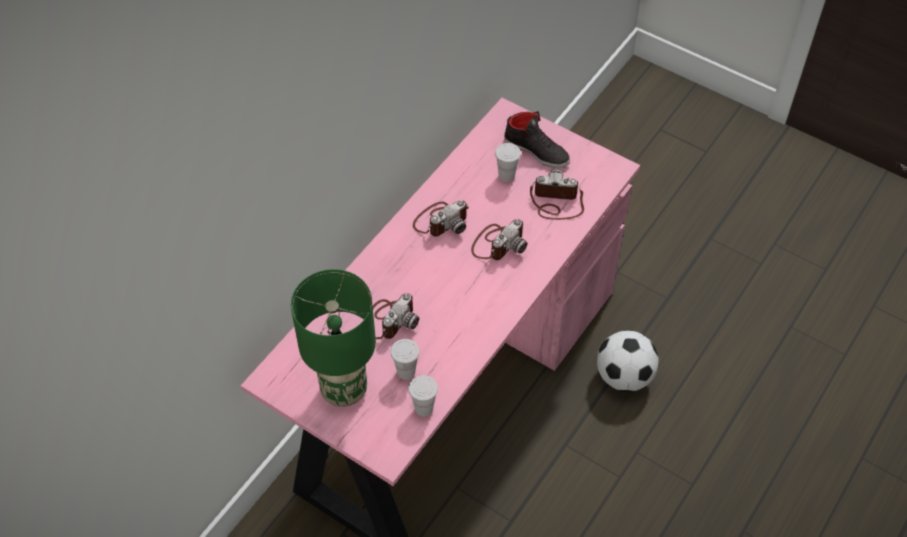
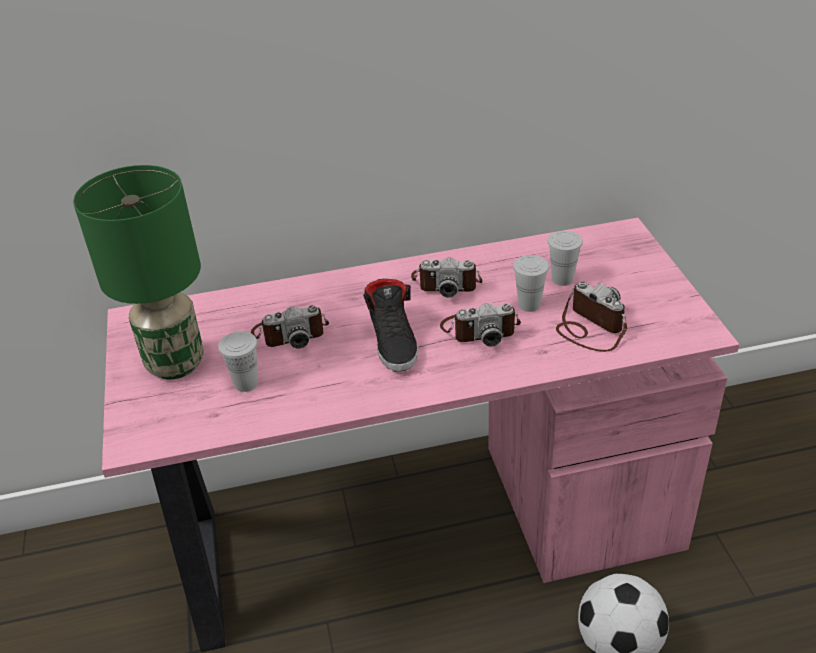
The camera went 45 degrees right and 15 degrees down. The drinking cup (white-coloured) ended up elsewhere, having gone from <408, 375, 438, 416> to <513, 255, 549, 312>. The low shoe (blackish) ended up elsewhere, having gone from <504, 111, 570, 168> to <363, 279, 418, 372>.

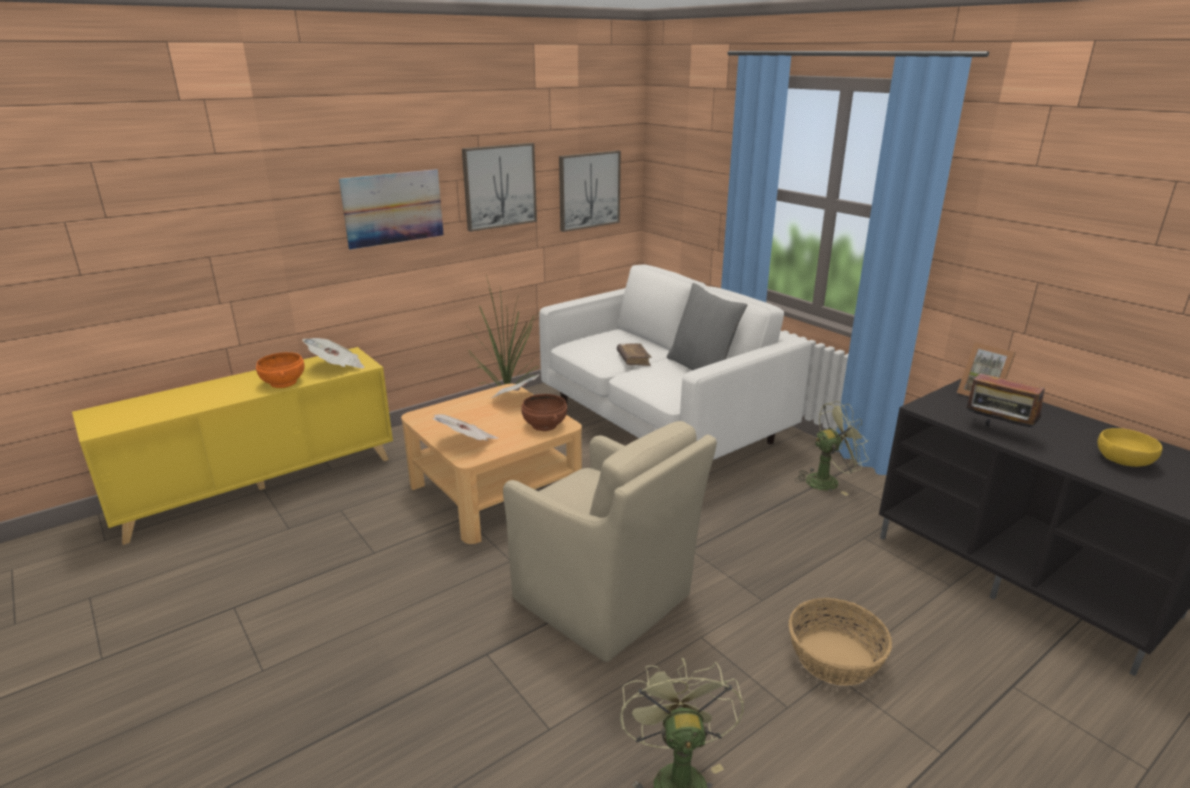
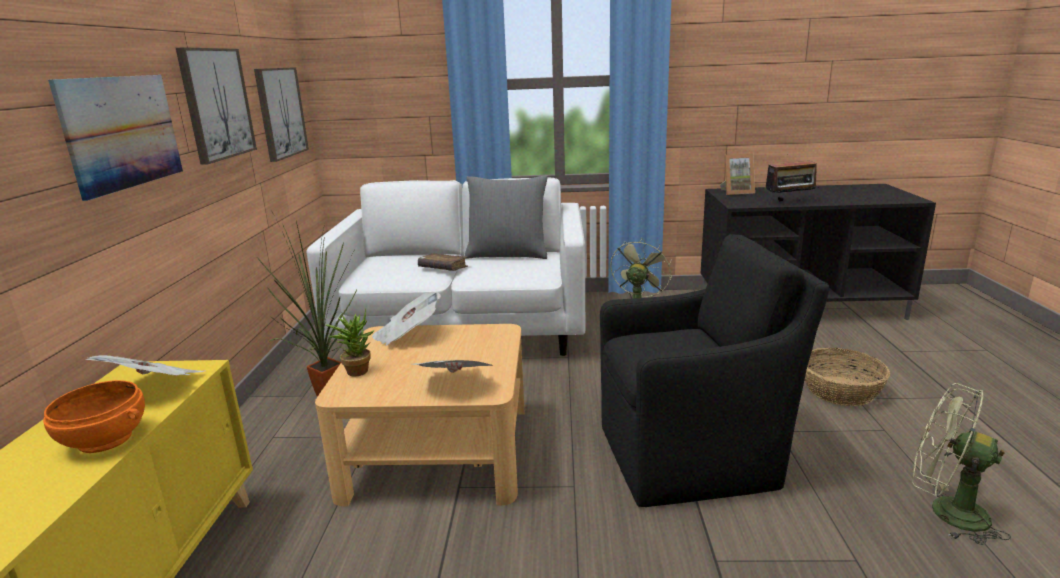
The camera went 50 degrees left and 5 degrees down. The second view lost the bowl (brown-coloured) at <521, 394, 567, 431>. The second view lost the bowl (yellow) at <1097, 428, 1162, 467>. The second view gained the houseplant at <325, 309, 375, 377>. What was the lounge chair (beige-coloured) at <503, 421, 717, 662> turned into the lounge chair (blackish) at <600, 234, 829, 507>.

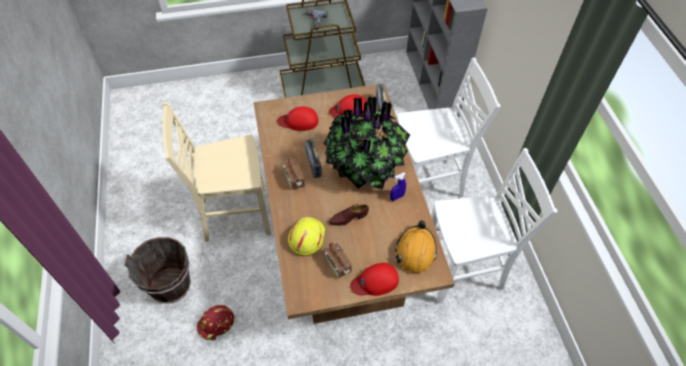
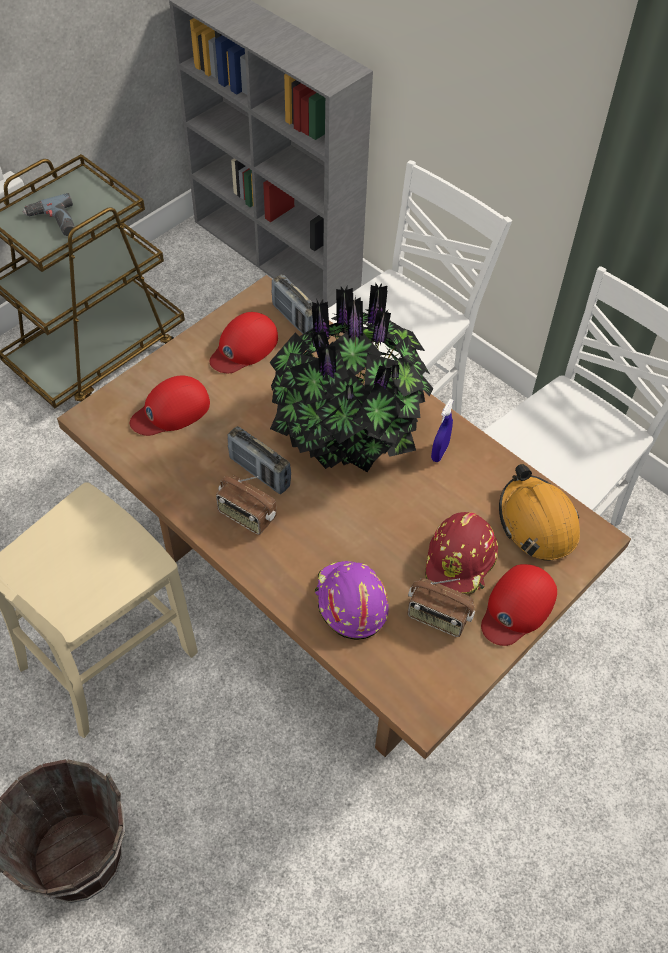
The camera went 35 degrees left and 0 degrees up. The second view lost the low shoe (brown-coloured) at <329, 204, 369, 226>. The hard hat (reddish) ended up elsewhere, having gone from <197, 305, 234, 341> to <425, 512, 498, 594>. What was the hard hat (yellow) at <288, 217, 325, 256> turned into the hard hat (purple-coloured) at <315, 561, 388, 640>.

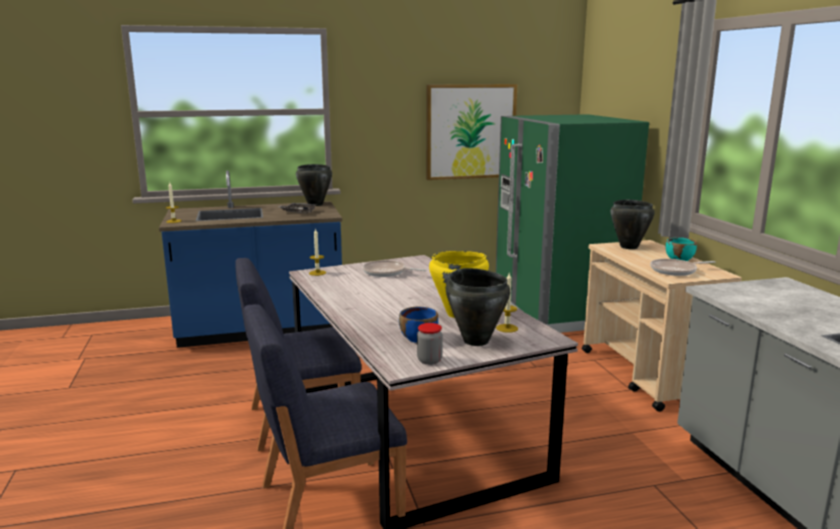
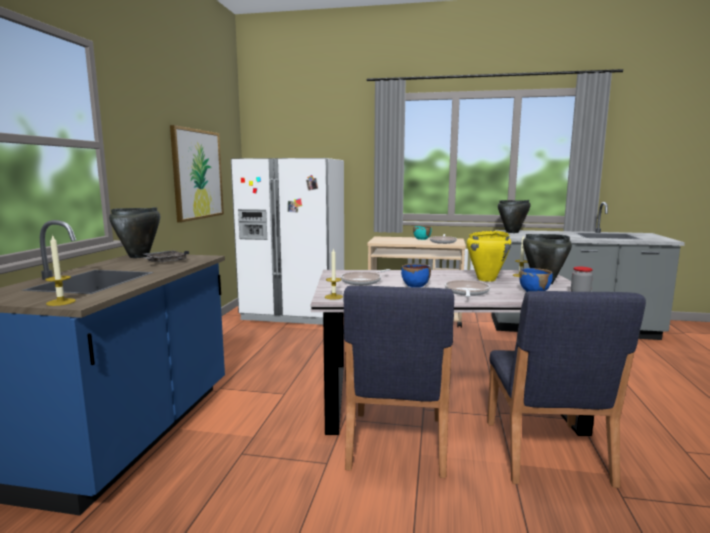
The camera went 65 degrees left and 5 degrees down. The second view gained the bowl (blue-coloured) at <401, 264, 431, 287>. The second view gained the pan at <445, 280, 490, 297>. The cooking pot (blackish) ended up elsewhere, having gone from <610, 199, 655, 249> to <498, 200, 531, 233>. What was the refrigerator (green-coloured) at <496, 114, 649, 333> turned into the refrigerator (white-coloured) at <231, 158, 344, 325>.

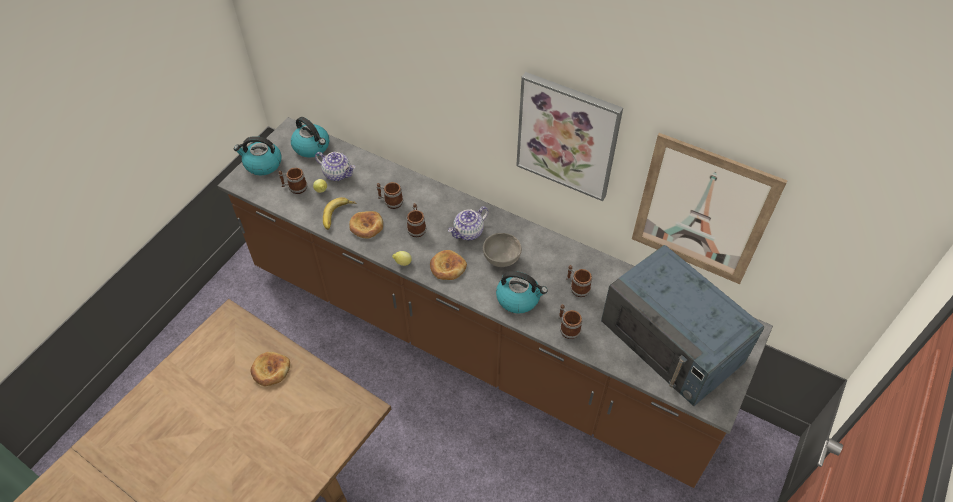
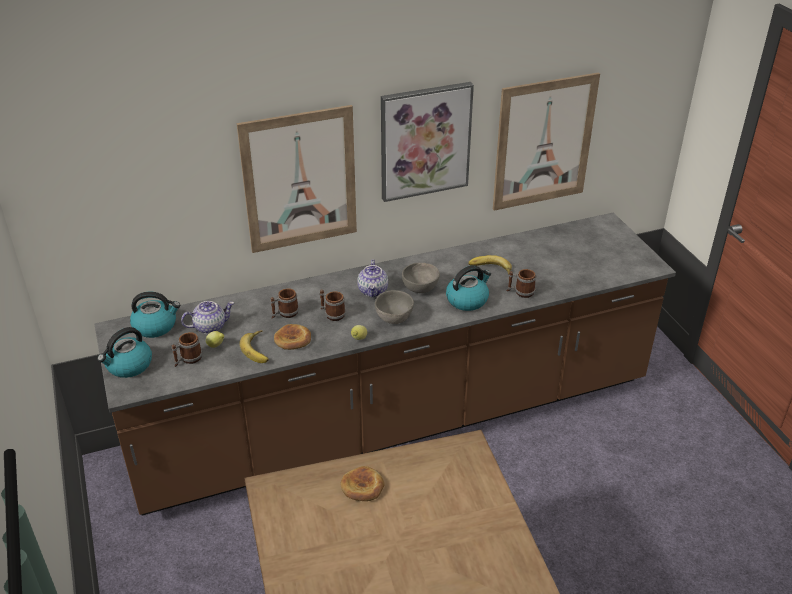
The camera went 50 degrees left and 15 degrees down. The second view lost the kitchen microwave (blue-coloured) at <601, 245, 764, 406>. The second view gained the picture at <236, 105, 357, 253>. Where the bakery bread stood at <430, 250, 467, 280>, the bowl (gray) came to stand at <375, 290, 414, 324>. Where the tea mug stood at <566, 265, 592, 297>, the banana came to stand at <468, 255, 512, 275>.

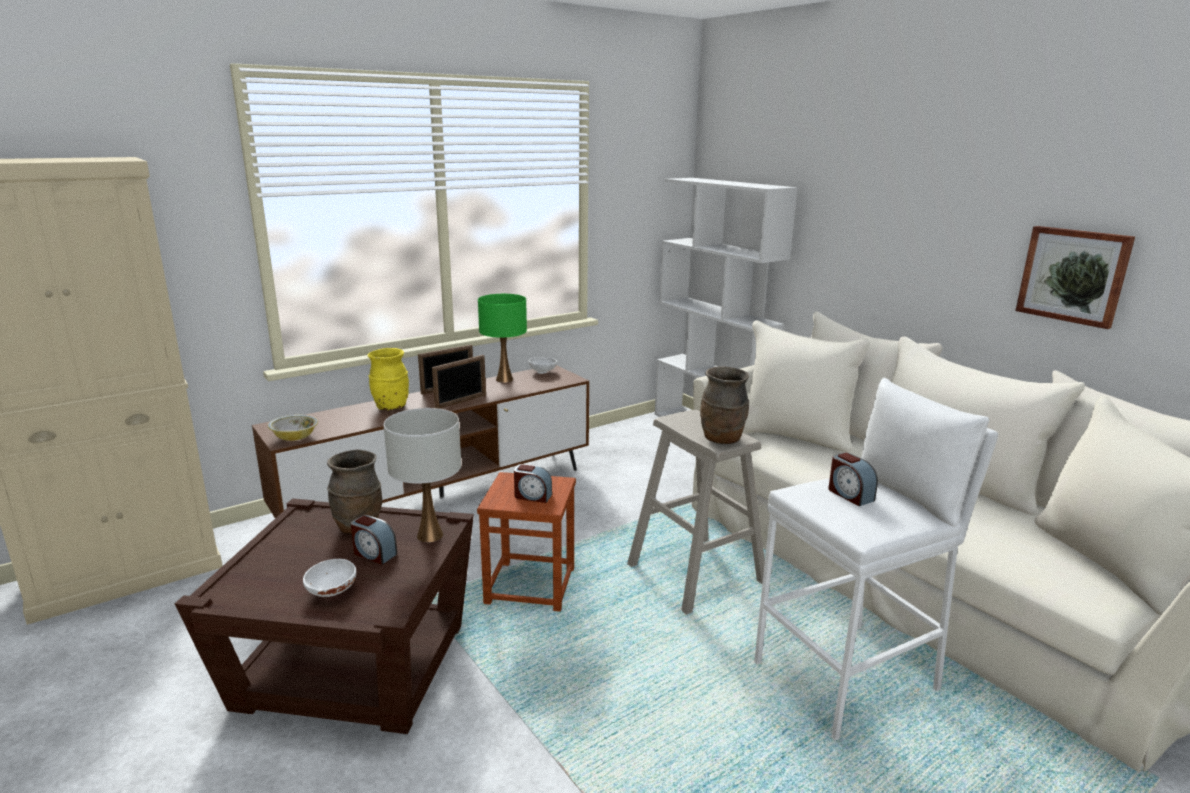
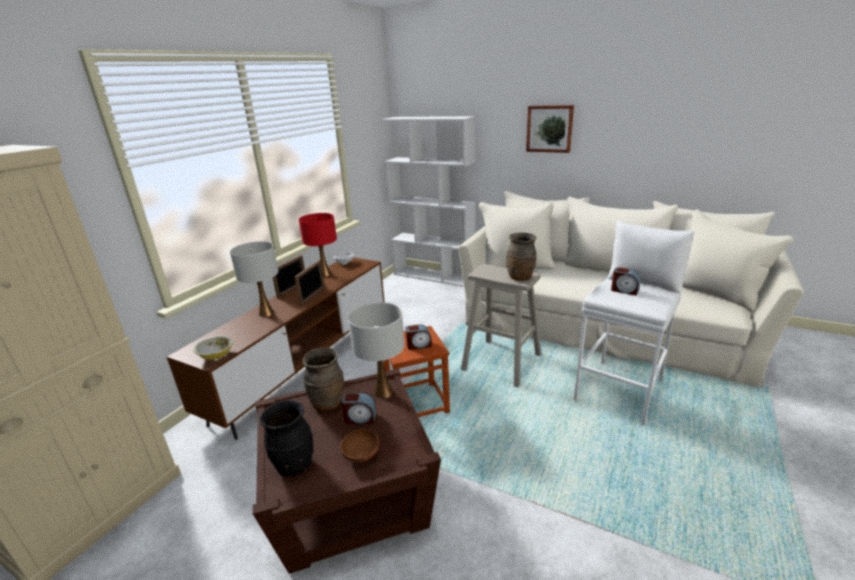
The camera went 25 degrees left and 5 degrees up. The second view gained the vase (blackish) at <259, 400, 314, 477>. The picture ended up elsewhere, having gone from <1015, 226, 1135, 329> to <526, 105, 574, 153>. Where the vase (yellow) stood at <368, 348, 409, 410>, the tabletop lamp (white-coloured) came to stand at <230, 241, 278, 317>. What was the bowl (white-coloured) at <303, 559, 356, 597> turned into the bowl (brown-coloured) at <340, 429, 379, 462>. What was the tabletop lamp (green-coloured) at <478, 294, 527, 383> turned into the tabletop lamp (reddish) at <299, 213, 337, 277>.

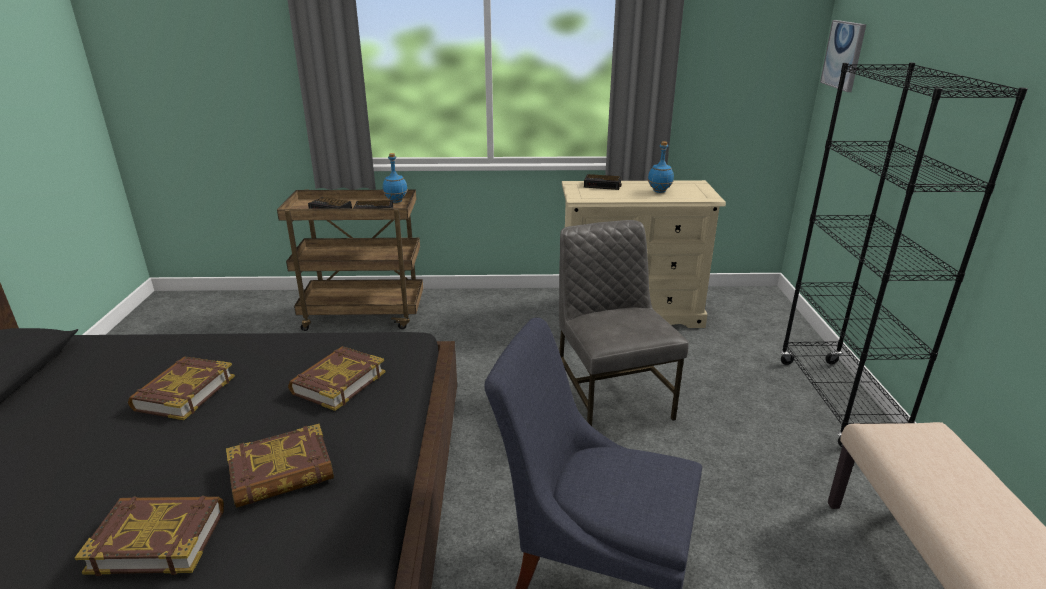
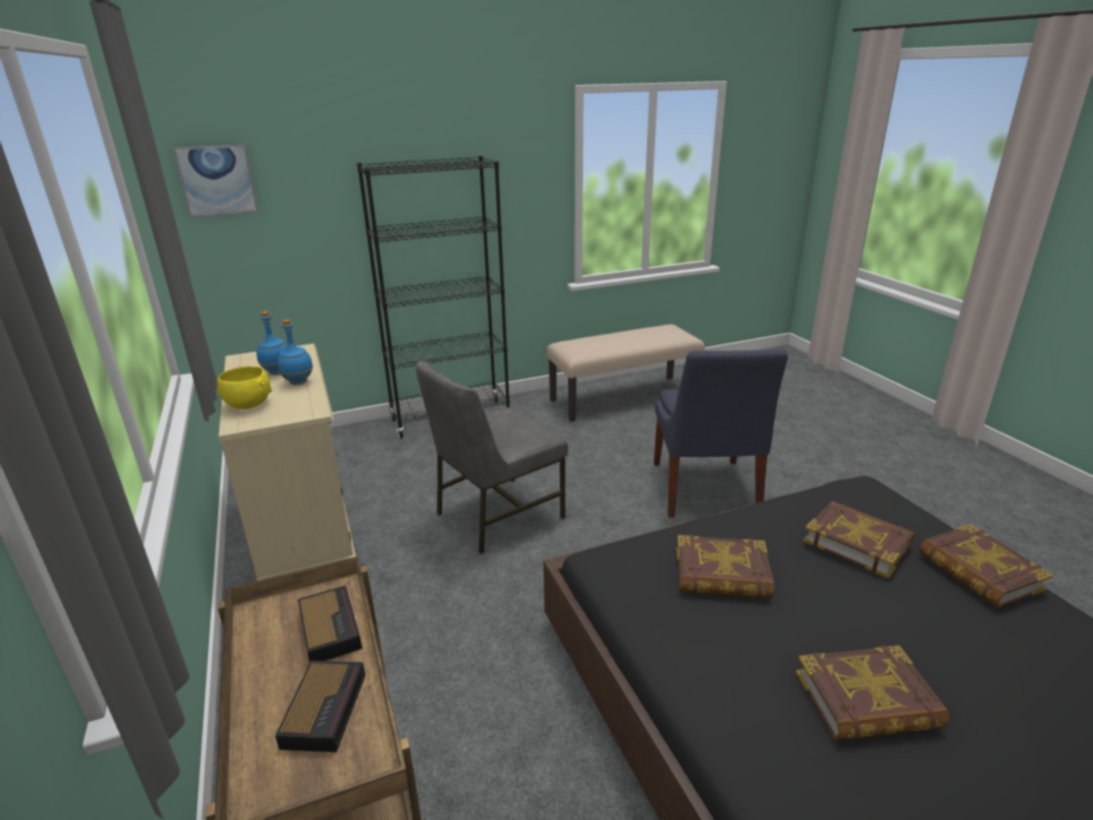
The camera went 110 degrees left and 0 degrees up. The bottle (blue-coloured) ended up elsewhere, having gone from <383, 153, 408, 203> to <277, 319, 313, 385>. Where the bedside clock stood at <584, 174, 622, 190>, the bowl (yellow) came to stand at <217, 366, 272, 409>.

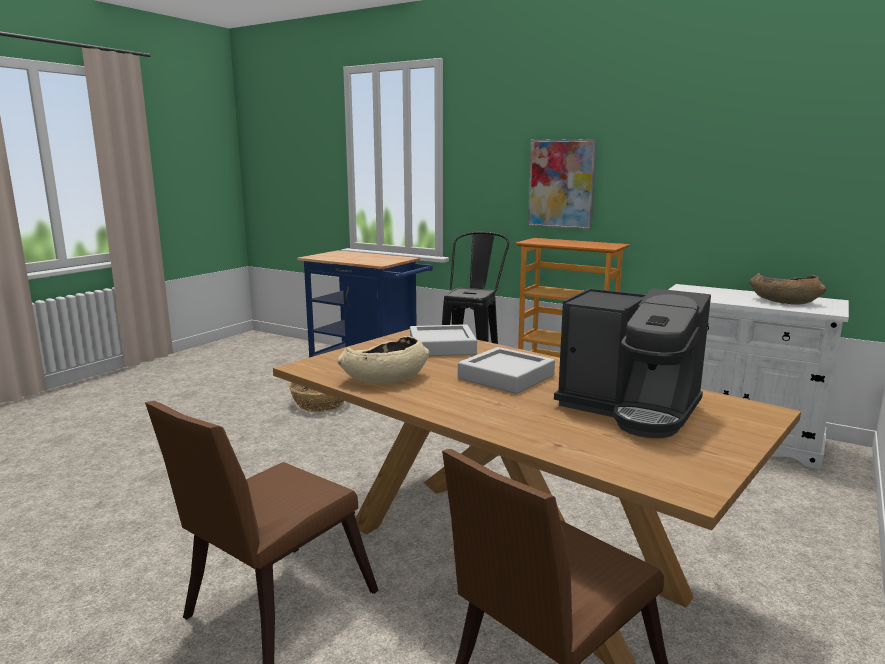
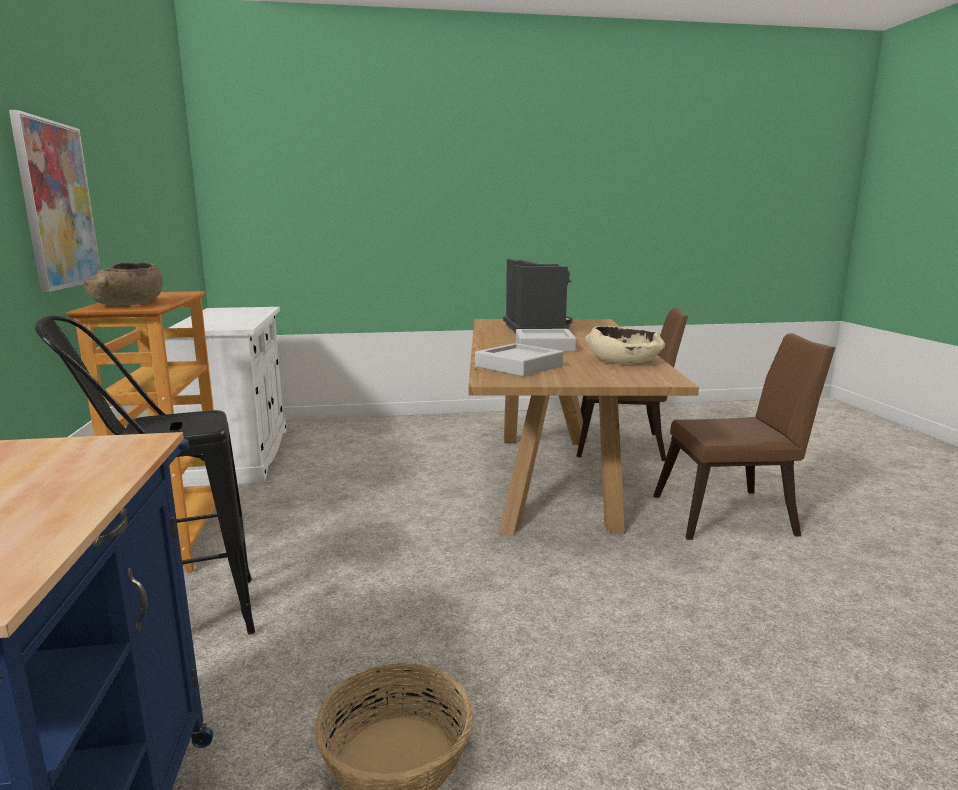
The camera went 130 degrees left and 0 degrees up. The bowl (brown-coloured) ended up elsewhere, having gone from <750, 273, 826, 305> to <84, 262, 163, 306>.

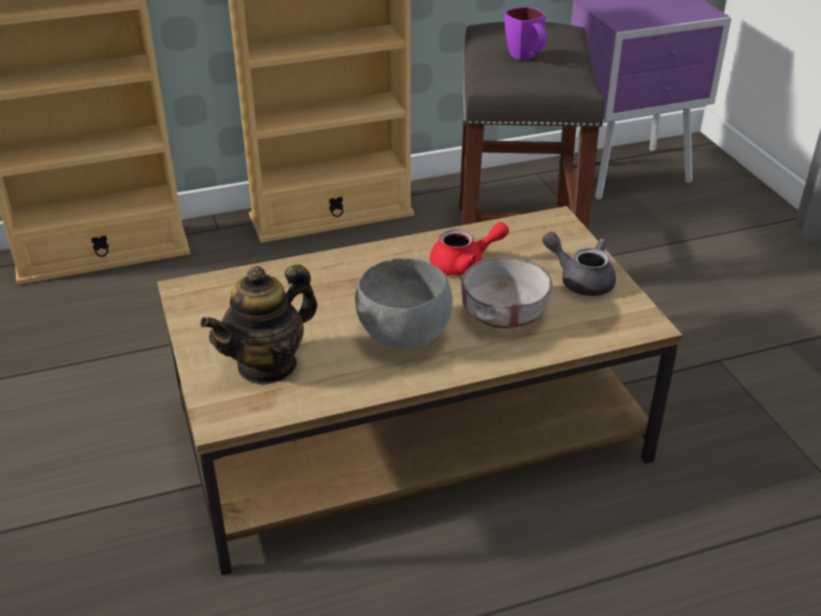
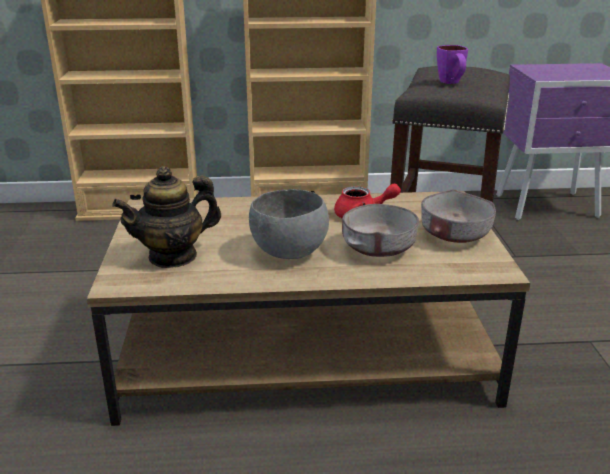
The camera went 15 degrees right and 10 degrees down. Where the pot for tea (gray) stood at <542, 232, 616, 296>, the bowl (gray) came to stand at <421, 189, 496, 243>.

